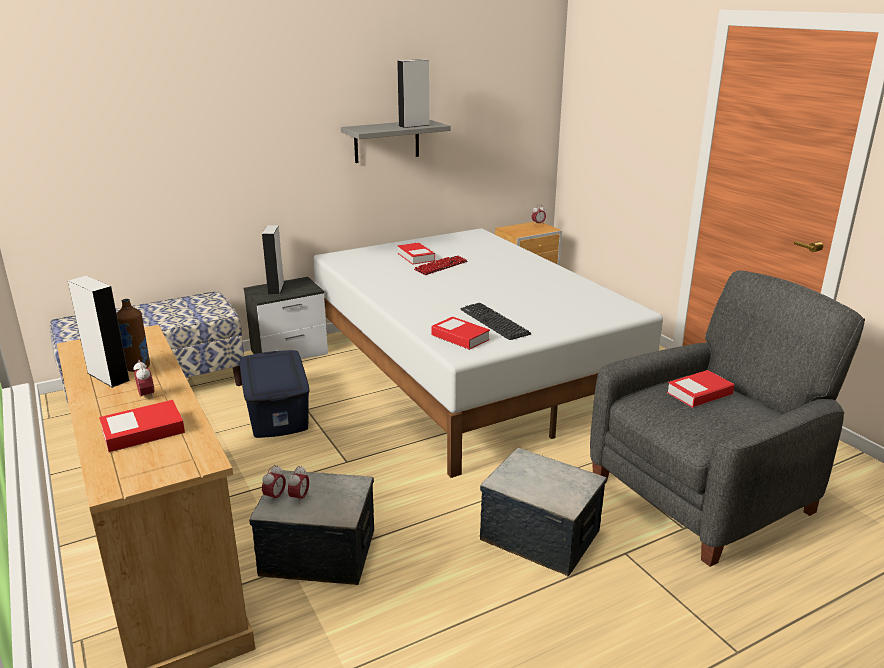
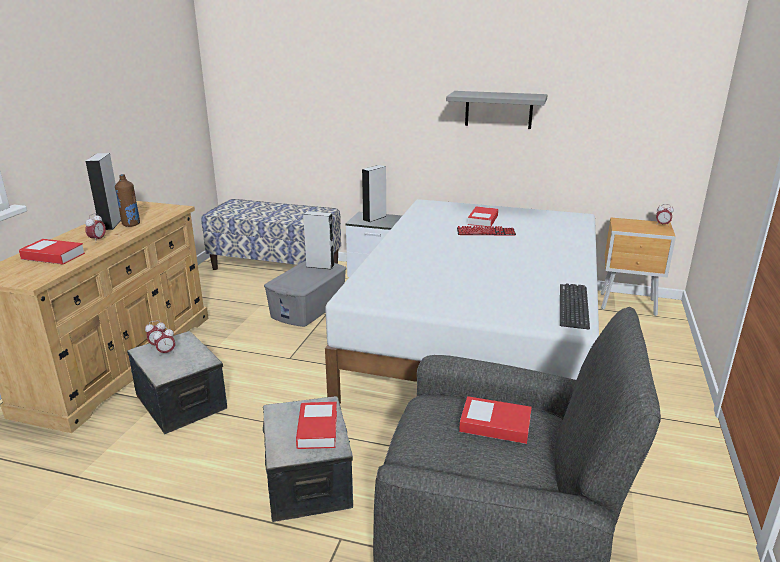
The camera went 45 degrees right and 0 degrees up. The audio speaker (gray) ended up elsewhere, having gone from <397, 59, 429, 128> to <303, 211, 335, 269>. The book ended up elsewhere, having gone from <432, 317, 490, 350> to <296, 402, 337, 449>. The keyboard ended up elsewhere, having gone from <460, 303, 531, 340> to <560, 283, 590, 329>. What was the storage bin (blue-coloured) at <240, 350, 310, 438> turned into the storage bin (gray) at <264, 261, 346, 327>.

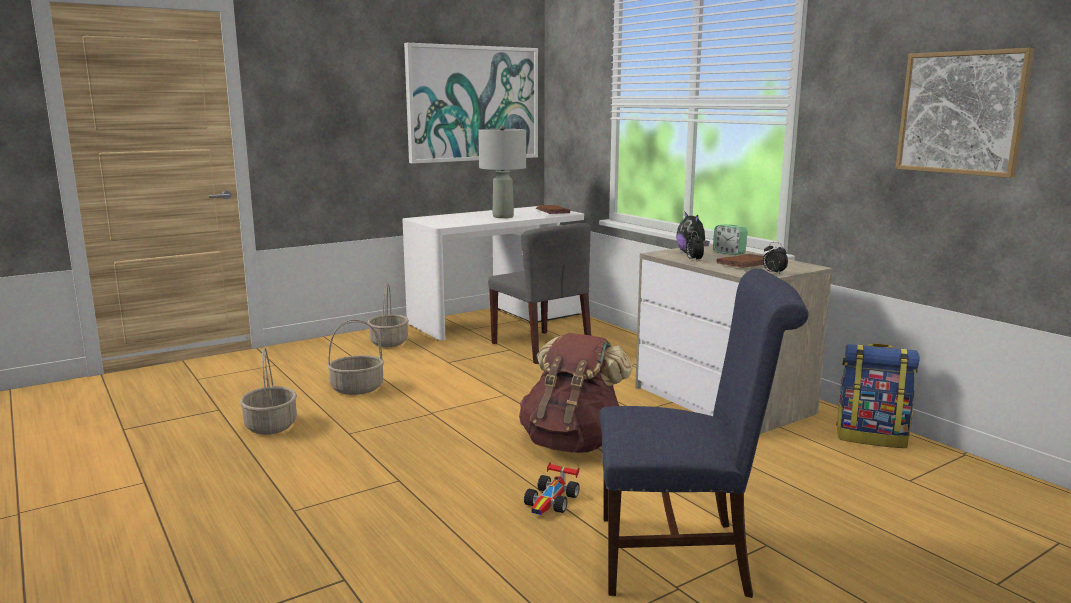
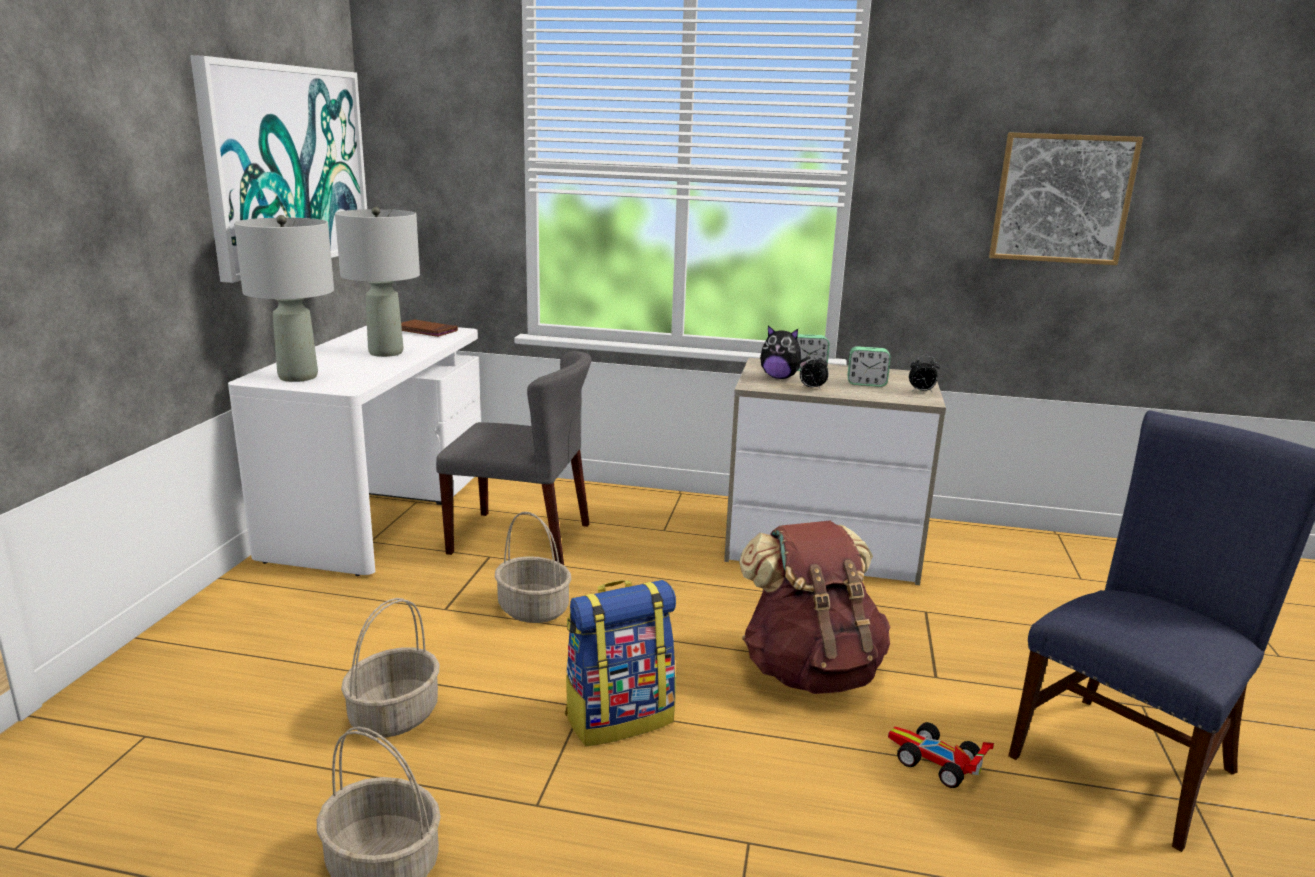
The camera went 45 degrees left and 5 degrees up. The second view gained the tabletop lamp (gray) at <234, 215, 334, 382>. The household basket ended up elsewhere, having gone from <368, 283, 409, 347> to <495, 512, 571, 623>. The backpack ended up elsewhere, having gone from <836, 343, 920, 448> to <565, 580, 676, 747>. Where the book (brown-coloured) stood at <717, 254, 764, 268>, the bedside clock came to stand at <848, 346, 891, 387>. The miniature car at <524, 462, 580, 515> ended up facing another way, 150 degrees clockwise from before.

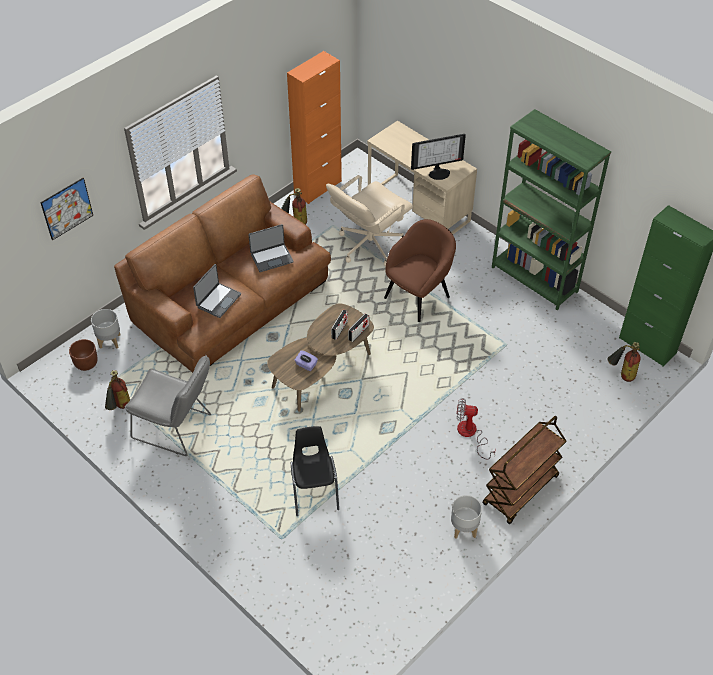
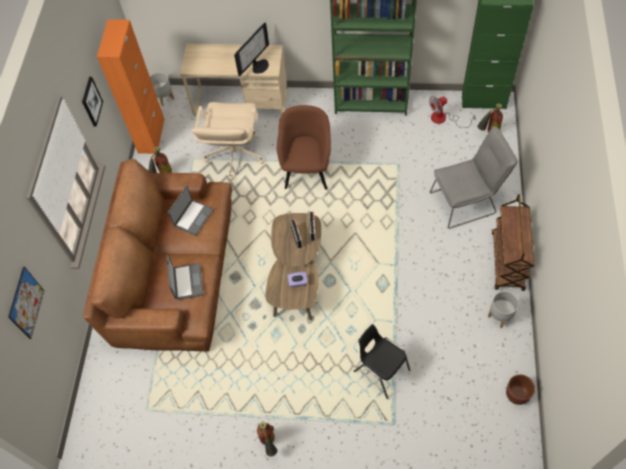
The camera went 35 degrees left and 10 degrees up. The second view gained the picture at <82, 77, 103, 126>. The planter (brown-coloured) ended up elsewhere, having gone from <69, 339, 98, 371> to <506, 374, 535, 405>. The planter (gray) ended up elsewhere, having gone from <91, 309, 121, 349> to <150, 72, 174, 106>. The fire extinguisher ended up elsewhere, having gone from <105, 370, 130, 410> to <257, 421, 277, 457>. The chair (gray) ended up elsewhere, having gone from <125, 355, 211, 456> to <430, 126, 518, 229>. The cooling fan ended up elsewhere, having gone from <457, 399, 496, 460> to <429, 96, 476, 128>.

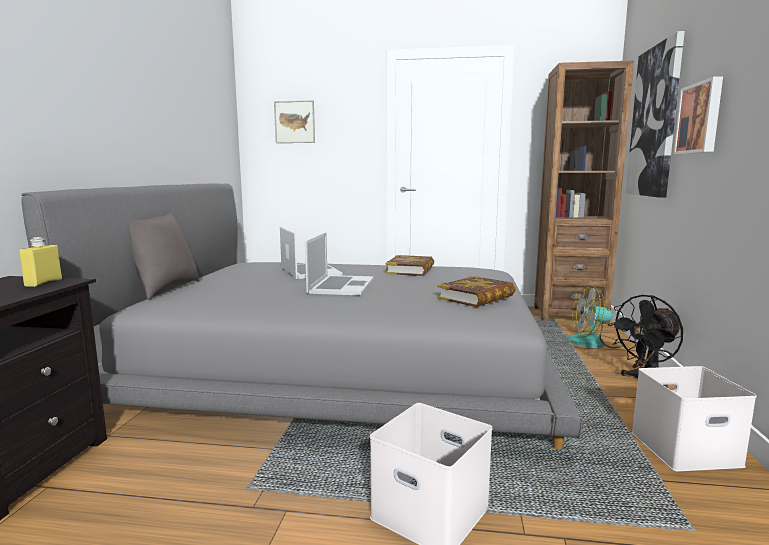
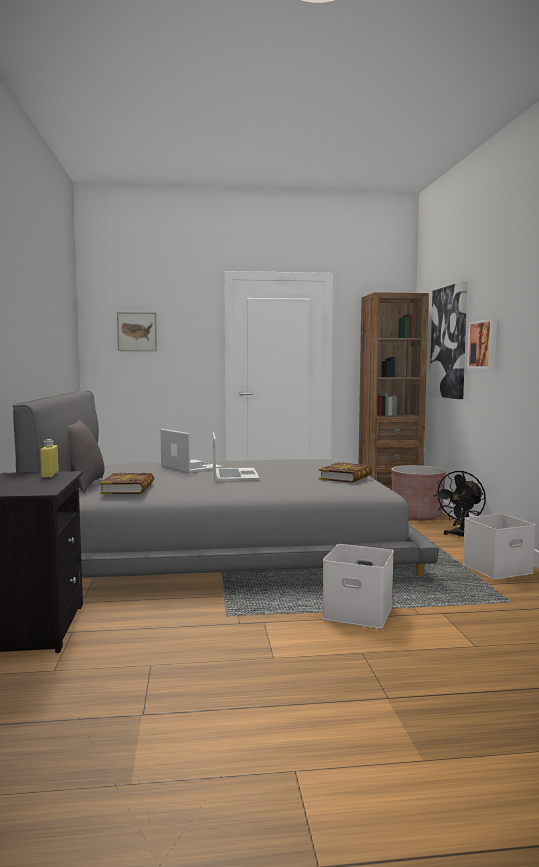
The camera went 15 degrees left and 5 degrees down. The book ended up elsewhere, having gone from <385, 255, 434, 276> to <100, 473, 154, 494>. Where the cooling fan stood at <567, 286, 623, 348>, the planter (brown-coloured) came to stand at <391, 465, 446, 520>.

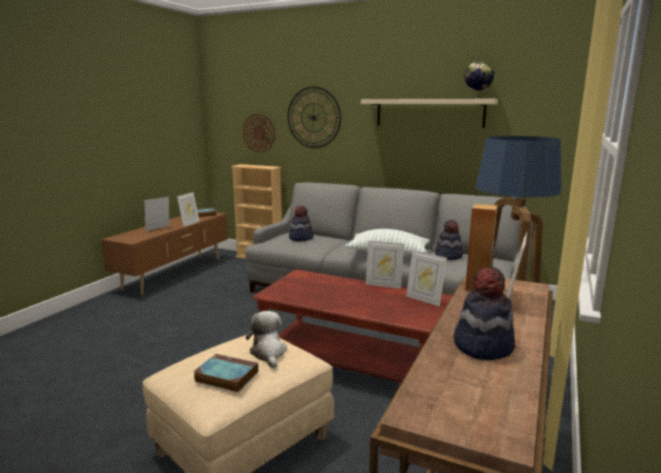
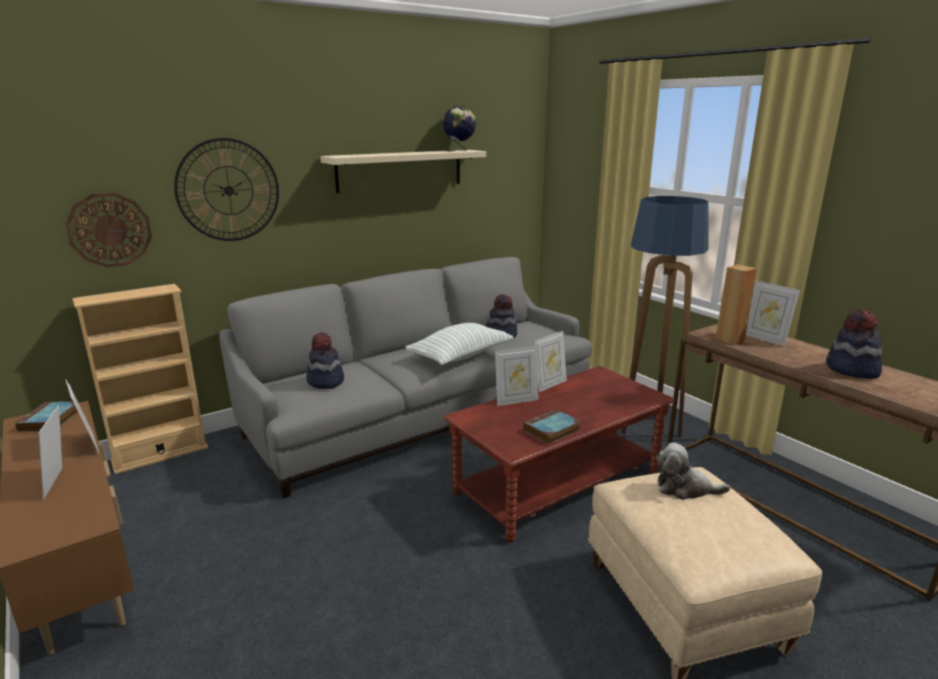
The camera went 60 degrees left and 5 degrees up. The book ended up elsewhere, having gone from <194, 354, 258, 392> to <523, 409, 580, 444>. The standing frame ended up elsewhere, having gone from <406, 250, 447, 307> to <495, 346, 539, 406>.

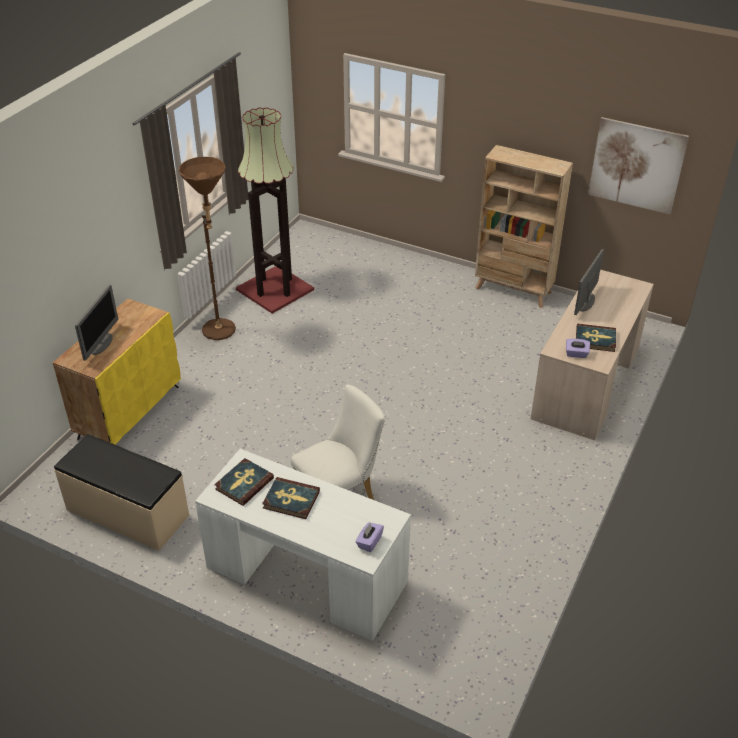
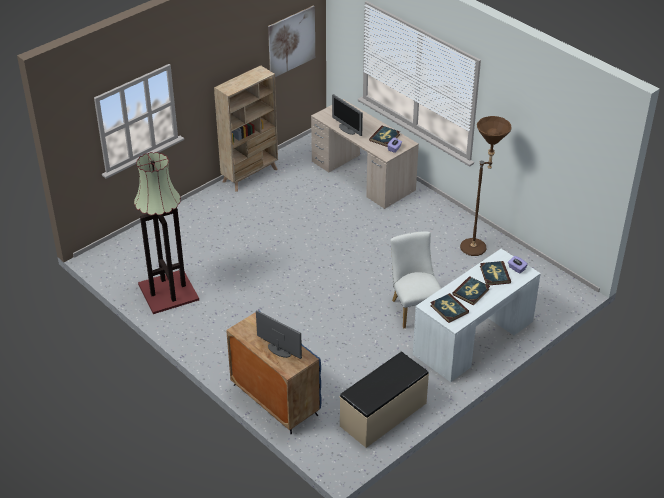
The camera went 70 degrees left and 0 degrees up. The second view gained the book at <480, 261, 511, 286>. The standing lamp (brown-coloured) ended up elsewhere, having gone from <179, 157, 236, 340> to <460, 116, 512, 256>. What was the cupboard (yellow) at <53, 299, 181, 445> turned into the cupboard (blue-coloured) at <226, 310, 321, 434>.

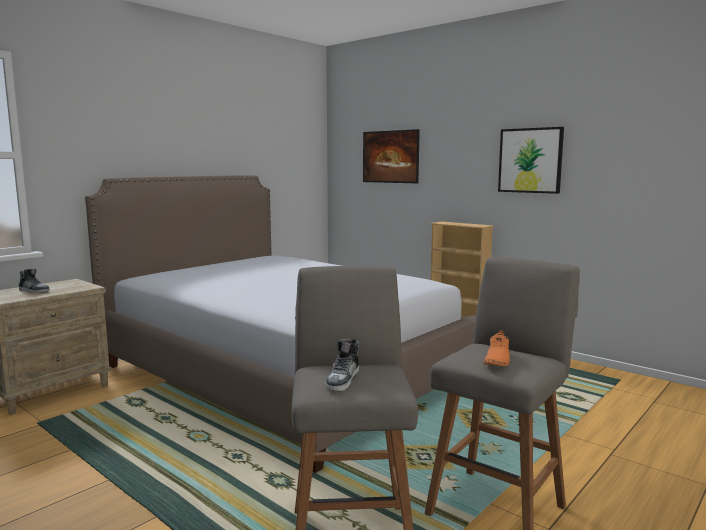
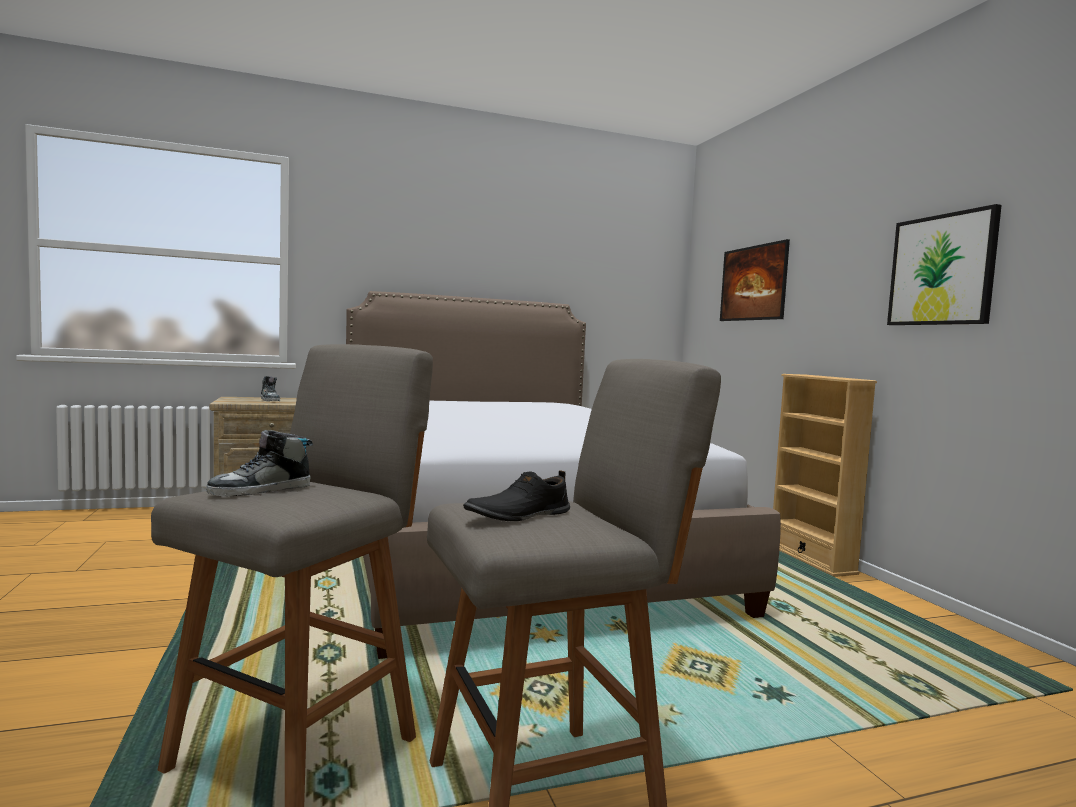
The camera went 30 degrees right and 5 degrees down. What was the low shoe (orange-coloured) at <483, 330, 510, 366> turned into the low shoe (blackish) at <463, 470, 570, 521>.

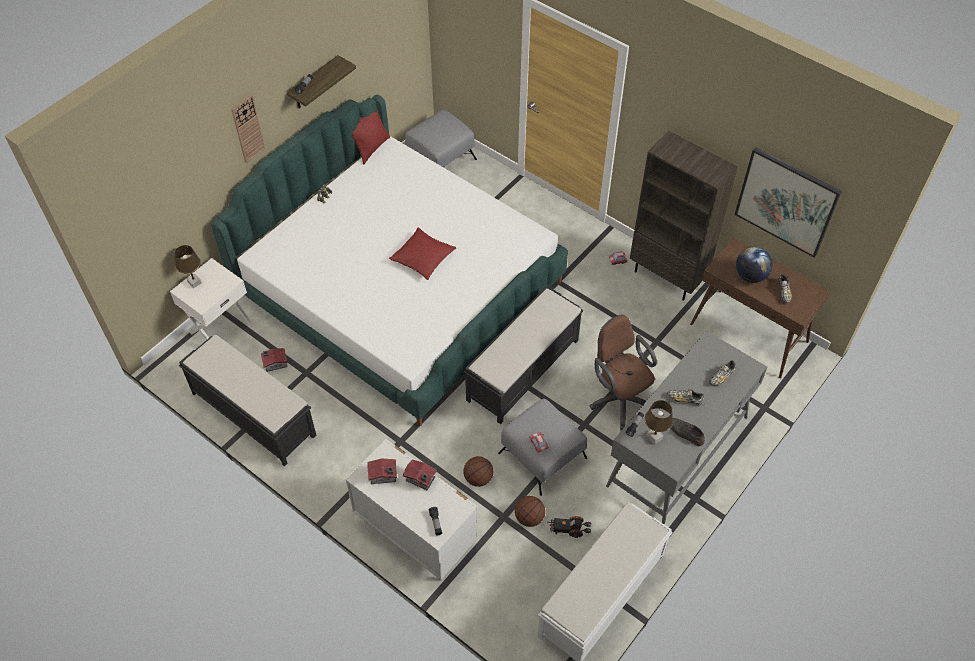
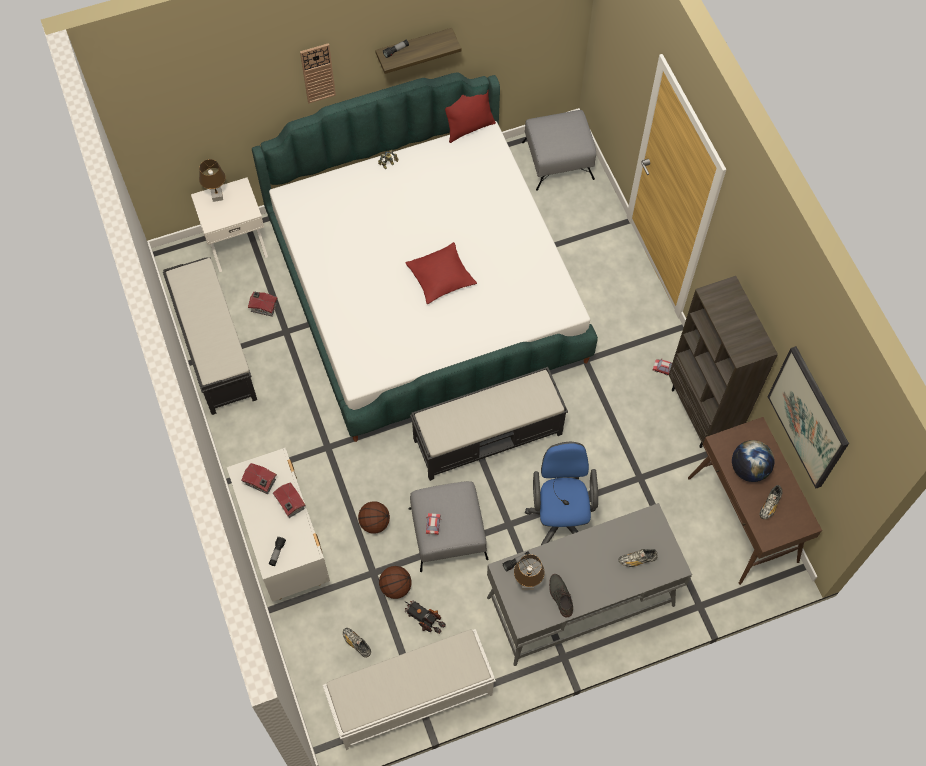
The camera went 30 degrees right and 10 degrees up. The low shoe ended up elsewhere, having gone from <668, 389, 704, 405> to <343, 628, 371, 658>. What was the computer chair (brown-coloured) at <590, 315, 657, 430> turned into the computer chair (blue-coloured) at <525, 442, 598, 545>.

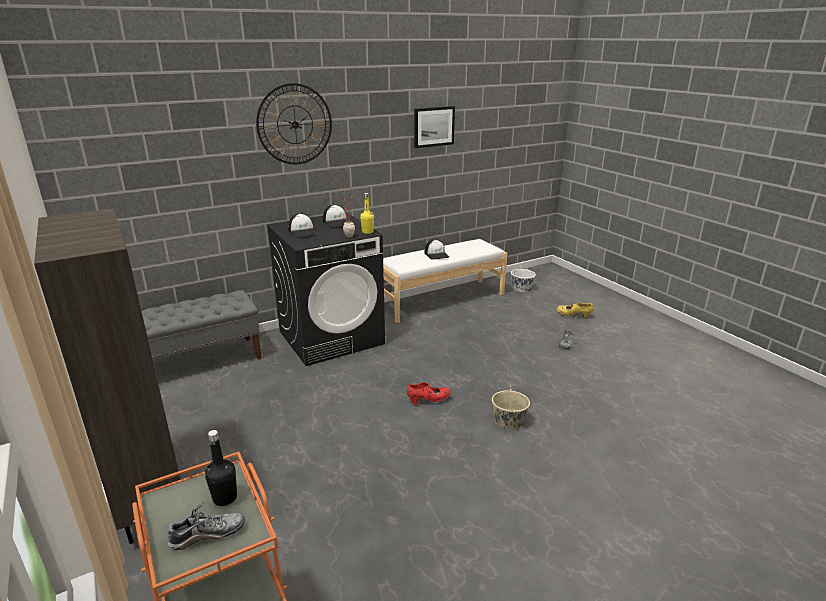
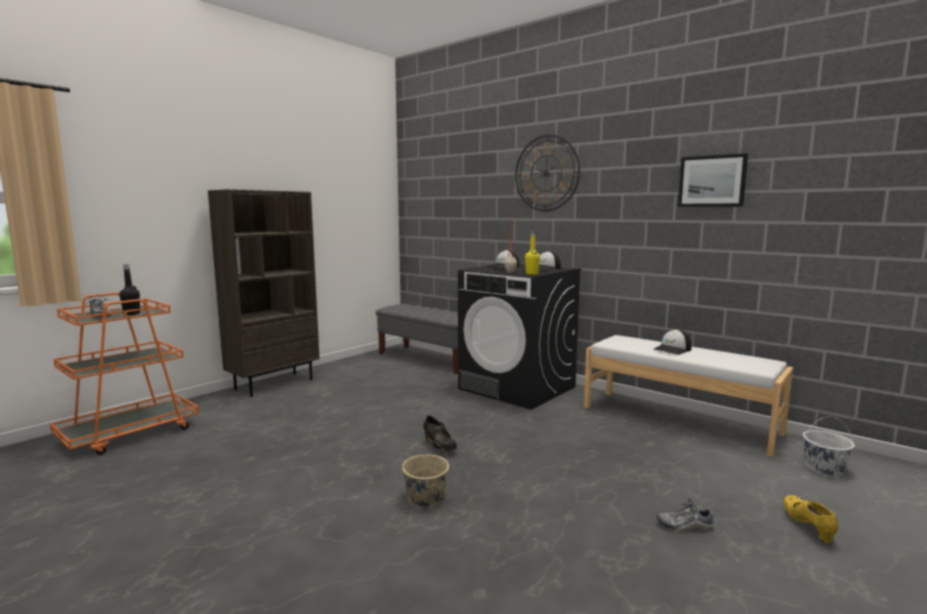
The camera went 70 degrees right and 15 degrees down. What was the low shoe (reddish) at <407, 382, 451, 405> turned into the low shoe (blackish) at <423, 416, 457, 450>.

